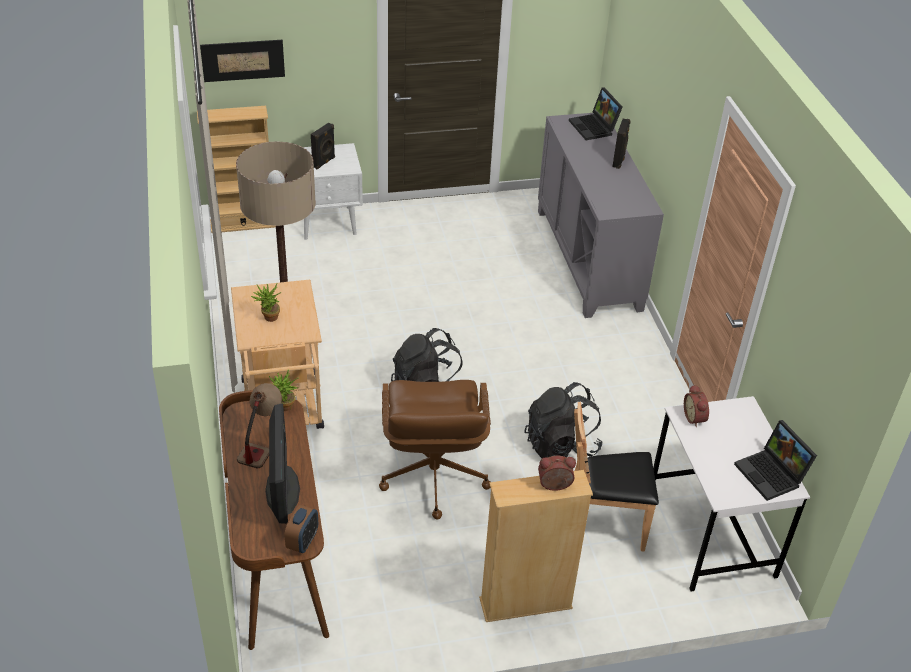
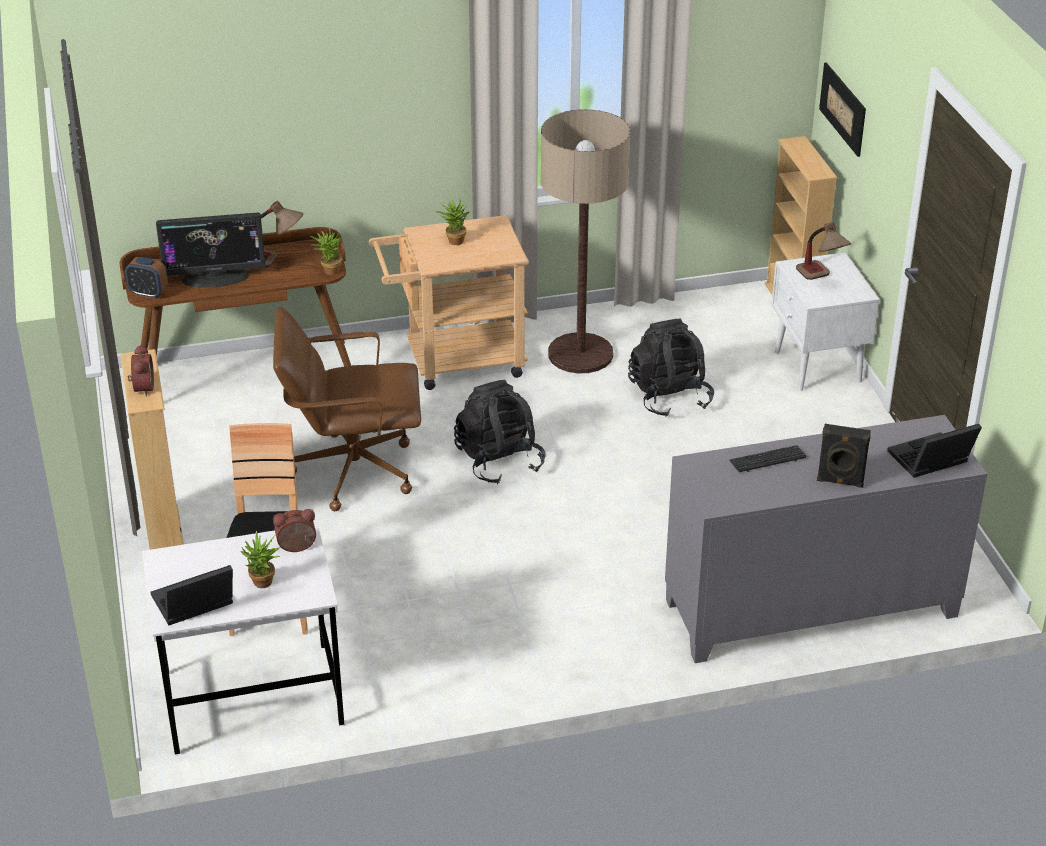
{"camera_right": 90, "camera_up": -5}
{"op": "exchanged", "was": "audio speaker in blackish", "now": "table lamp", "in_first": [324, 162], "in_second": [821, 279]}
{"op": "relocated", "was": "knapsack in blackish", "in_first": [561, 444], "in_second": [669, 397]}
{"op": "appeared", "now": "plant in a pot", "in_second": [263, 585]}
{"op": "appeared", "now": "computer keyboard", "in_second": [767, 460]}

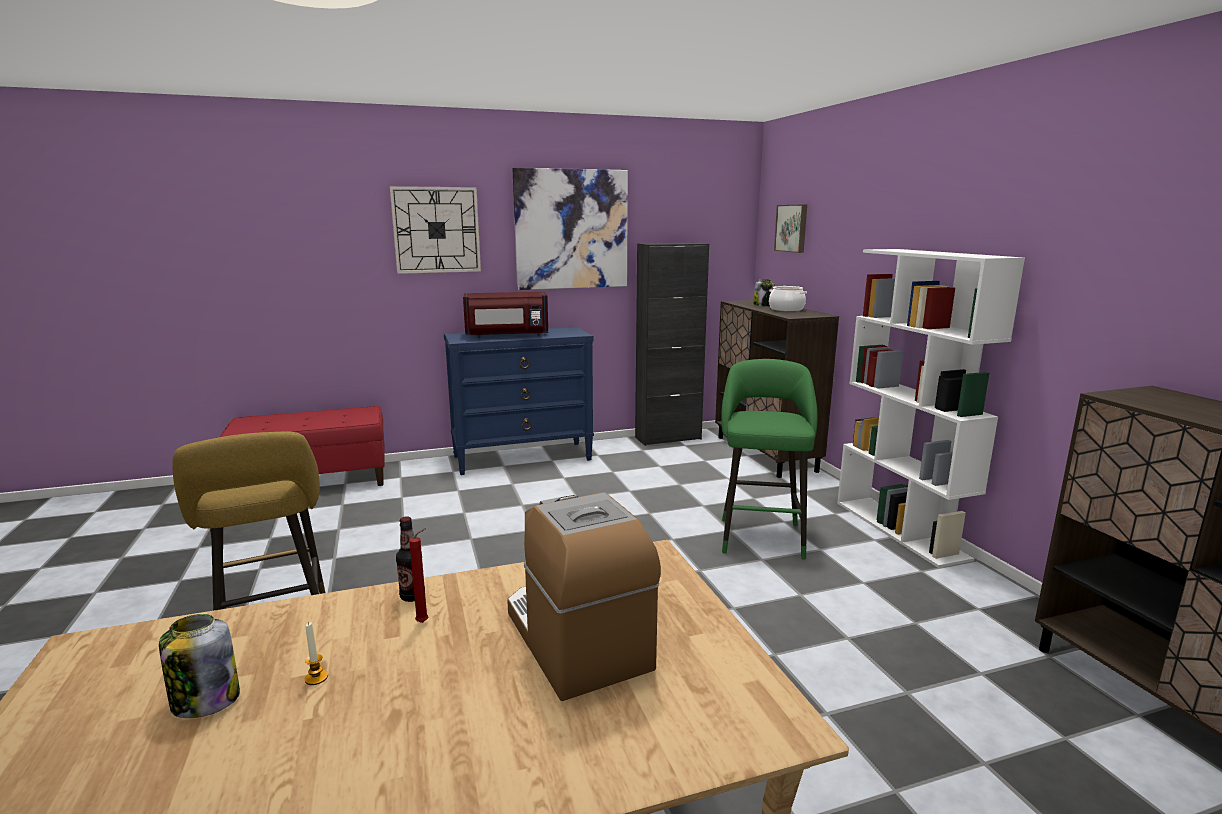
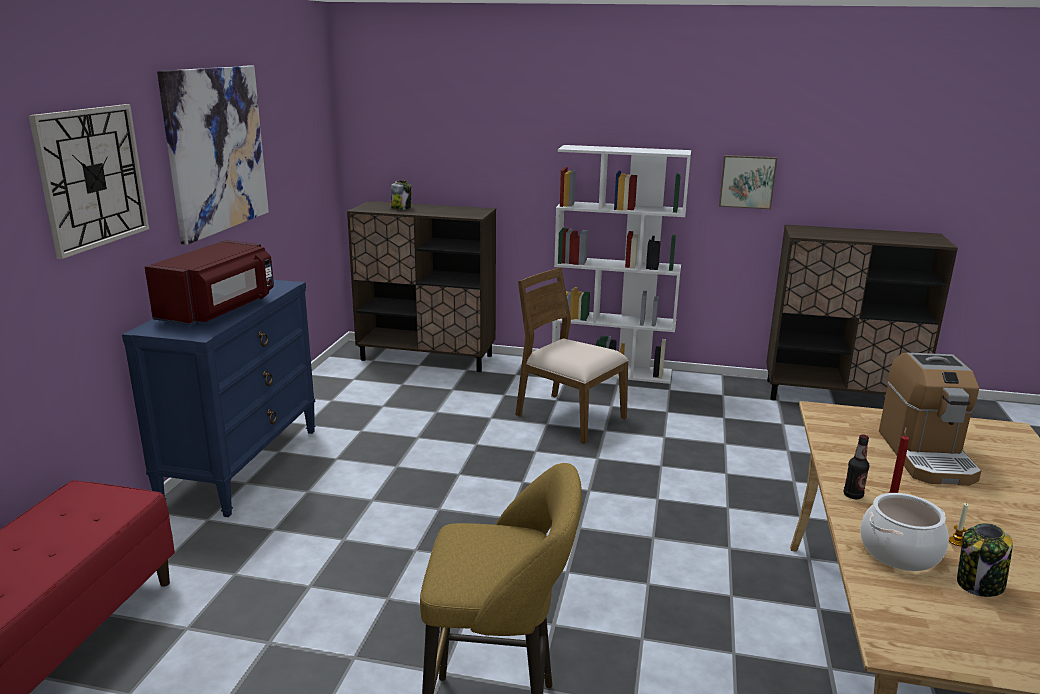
{"camera_right": -60, "camera_up": 5}
{"op": "spun", "was": "coffee maker", "in_first": [576, 639], "in_second": [926, 456], "clockwise": -90}
{"op": "missing", "was": "cabinet in blackish", "in_first": [668, 438]}
{"op": "exchanged", "was": "stool in green-coloured", "now": "plain chair in brown-coloured", "in_first": [761, 535], "in_second": [569, 416]}
{"op": "relocated", "was": "cooking pot", "in_first": [786, 309], "in_second": [899, 552]}
{"op": "relocated", "was": "wall picture", "in_first": [792, 228], "in_second": [747, 181]}

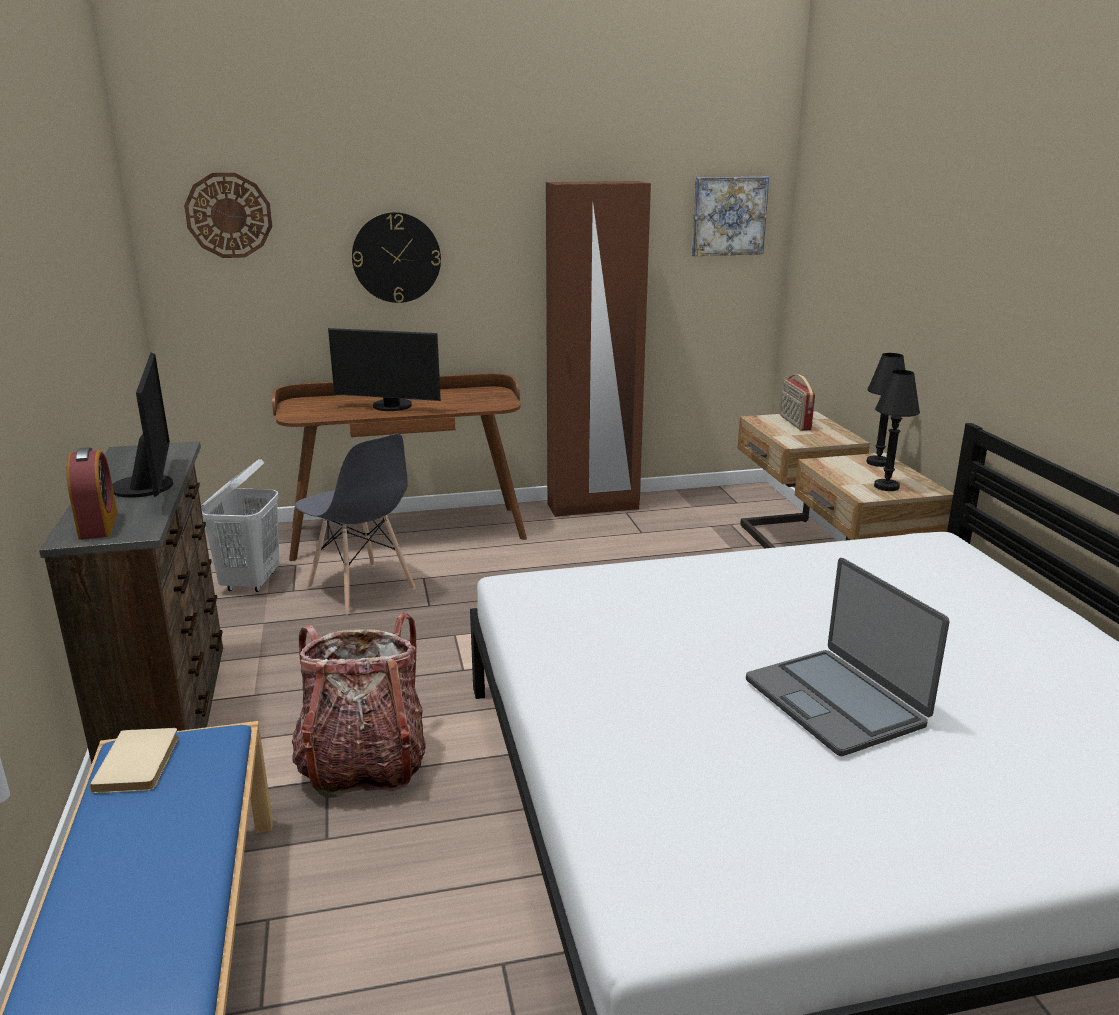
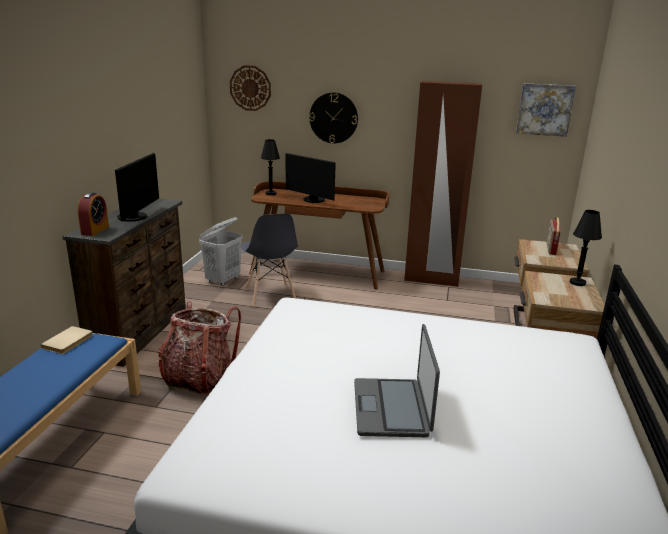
{"camera_right": 25, "camera_up": 0}
{"op": "relocated", "was": "table lamp in blackish", "in_first": [886, 486], "in_second": [270, 193]}

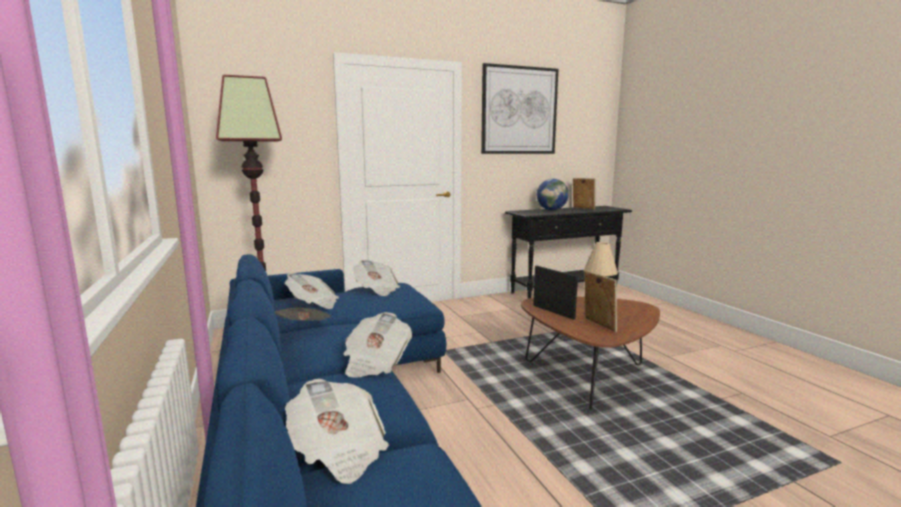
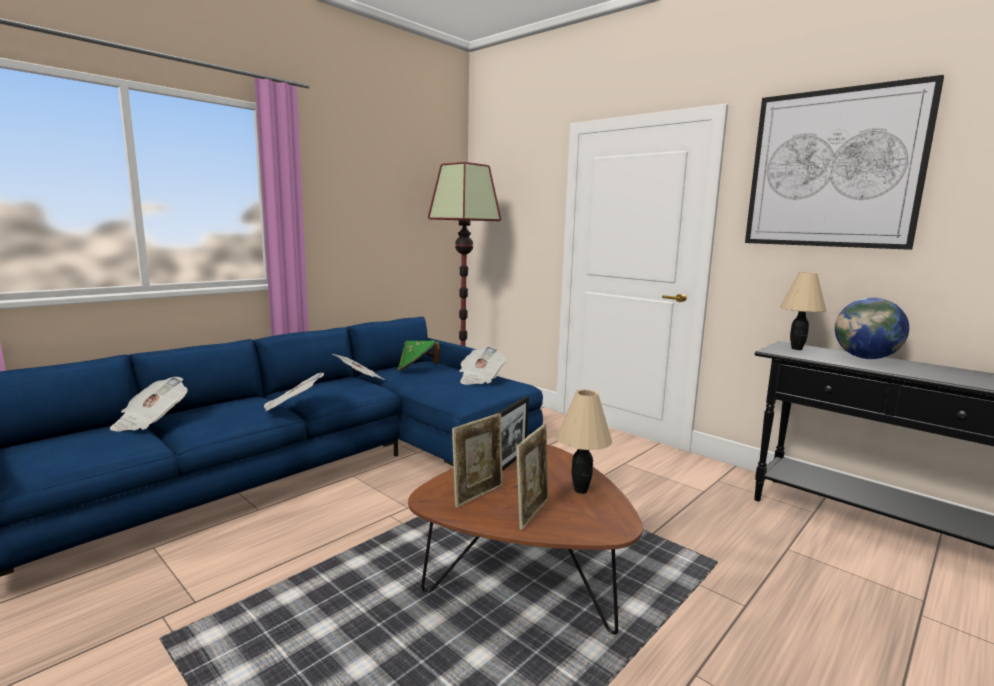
{"camera_right": 65, "camera_up": 0}
{"op": "exchanged", "was": "printed paper", "now": "wearable hat in green-coloured", "in_first": [313, 304], "in_second": [417, 369]}
{"op": "relocated", "was": "picture frame", "in_first": [582, 208], "in_second": [532, 512]}
{"op": "appeared", "now": "table lamp in beige", "in_second": [797, 349]}

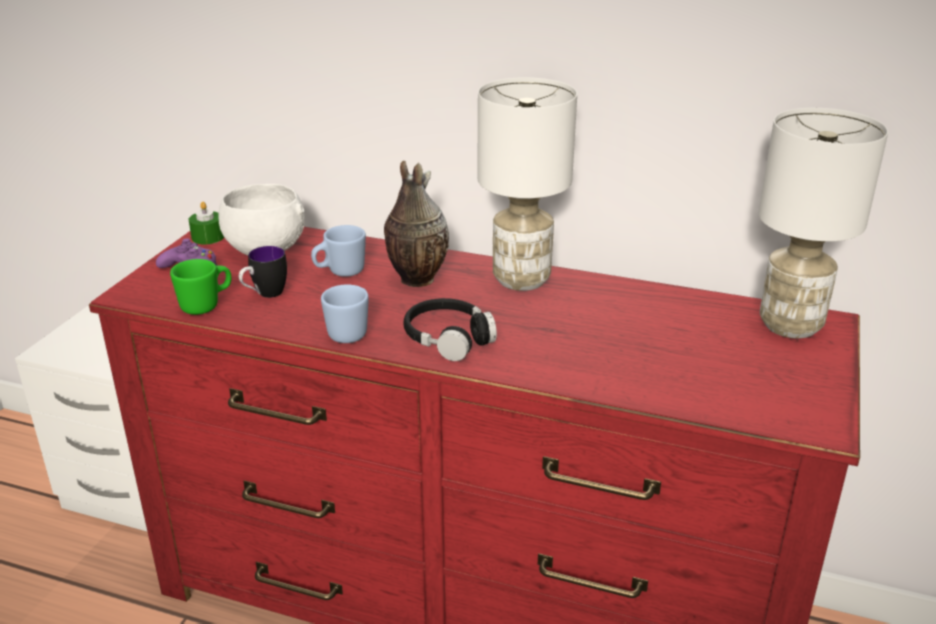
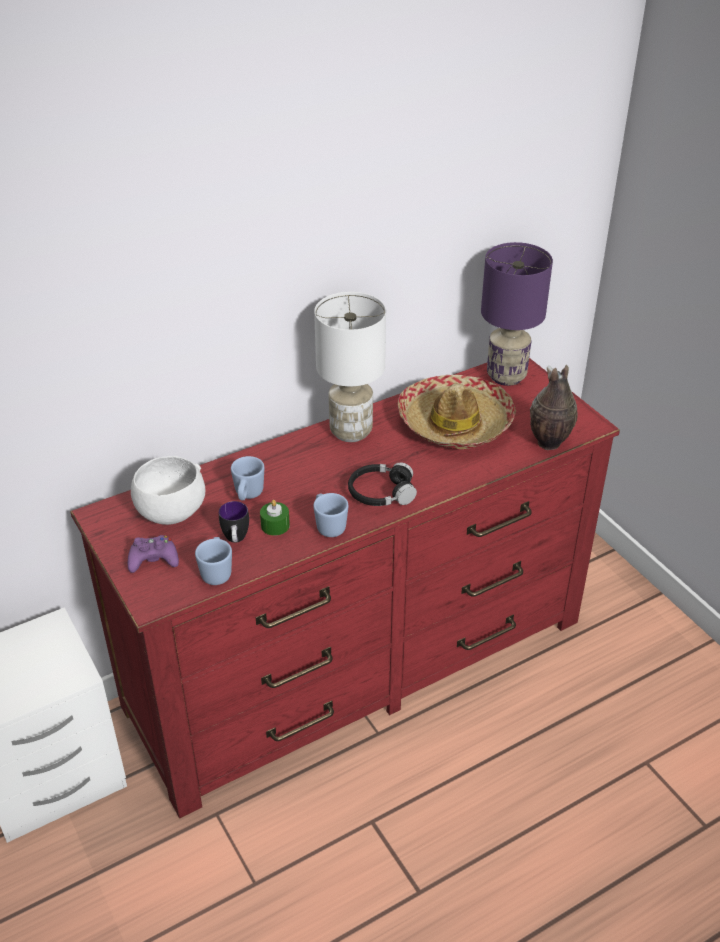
{"camera_right": -50, "camera_up": 10}
{"op": "colour", "was": "coffee mug in green-coloured", "now": "coffee mug in bluish", "in_first": [206, 305], "in_second": [217, 572]}
{"op": "relocated", "was": "wax candle in green-coloured", "in_first": [208, 237], "in_second": [275, 525]}
{"op": "relocated", "was": "decorative vase", "in_first": [415, 280], "in_second": [548, 443]}
{"op": "colour", "was": "table lamp in white", "now": "table lamp in purplish", "in_first": [791, 324], "in_second": [506, 376]}
{"op": "appeared", "now": "wearable hat", "in_second": [455, 423]}

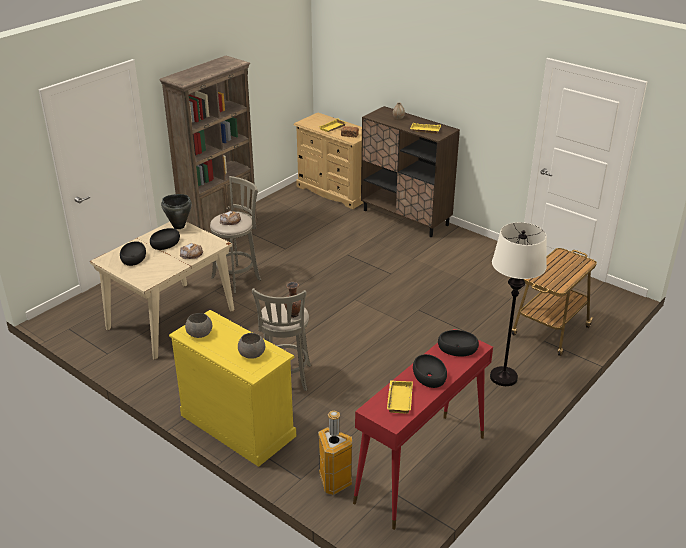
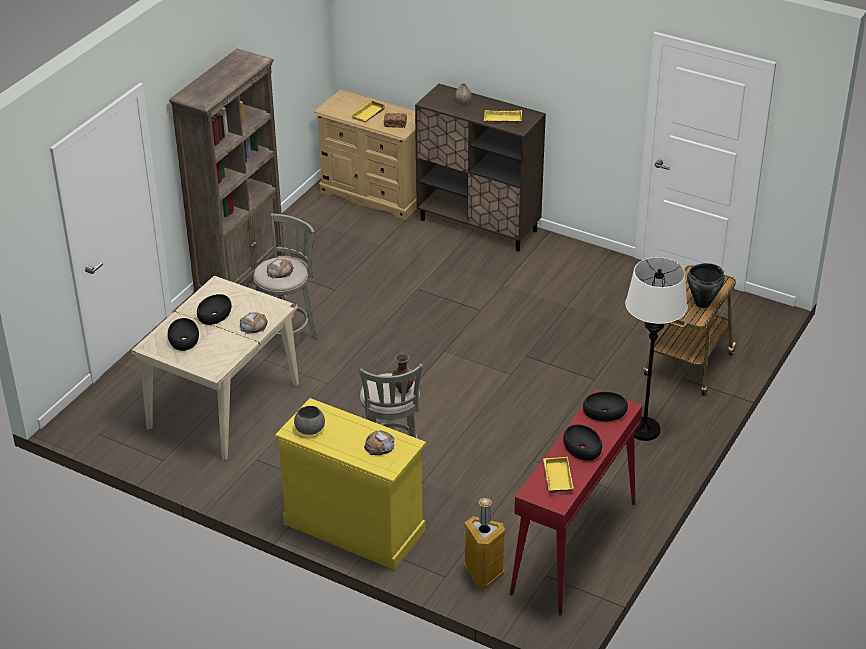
{"camera_right": -10, "camera_up": 5}
{"op": "relocated", "was": "cooking pot in blackish", "in_first": [178, 226], "in_second": [702, 303]}
{"op": "exchanged", "was": "serving bowl in grey", "now": "bakery bread", "in_first": [252, 354], "in_second": [379, 446]}

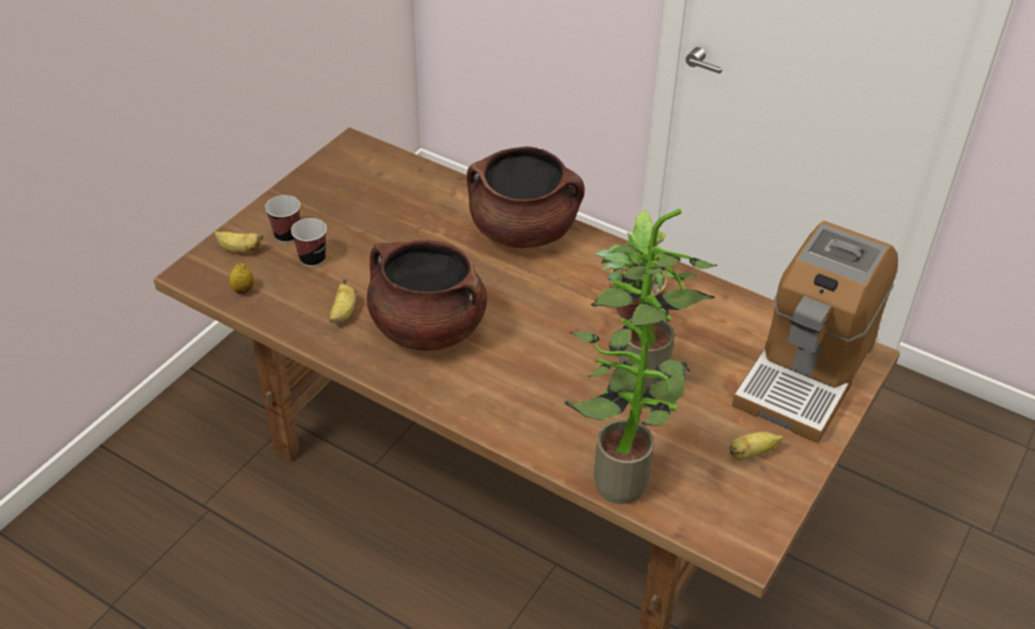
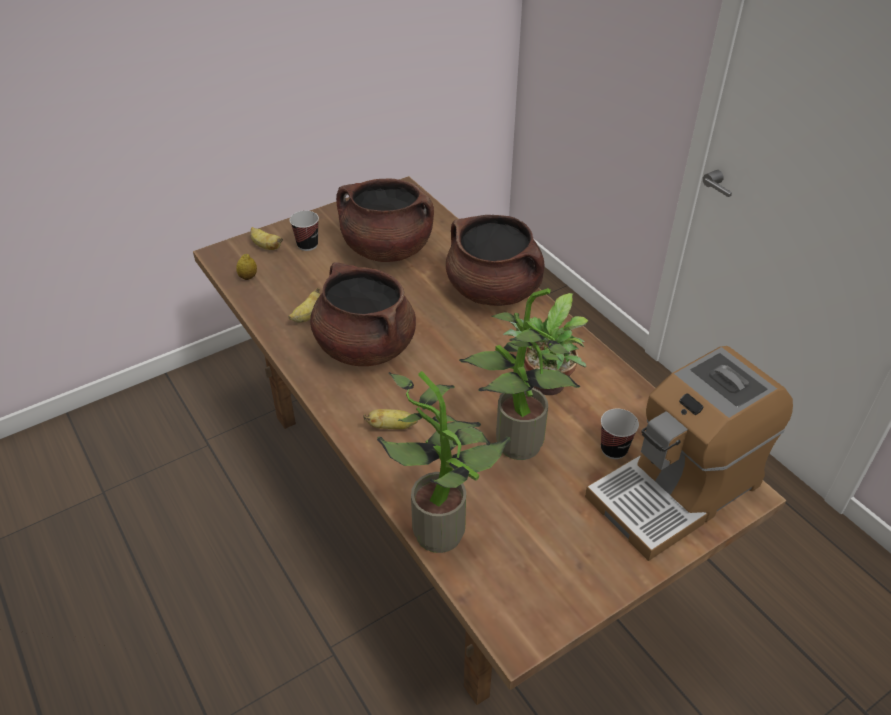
{"camera_right": 25, "camera_up": 0}
{"op": "relocated", "was": "drinking cup", "in_first": [312, 259], "in_second": [614, 449]}
{"op": "relocated", "was": "banana fruit", "in_first": [751, 453], "in_second": [392, 427]}
{"op": "appeared", "now": "cooking pot in brown-coloured", "in_second": [387, 249]}

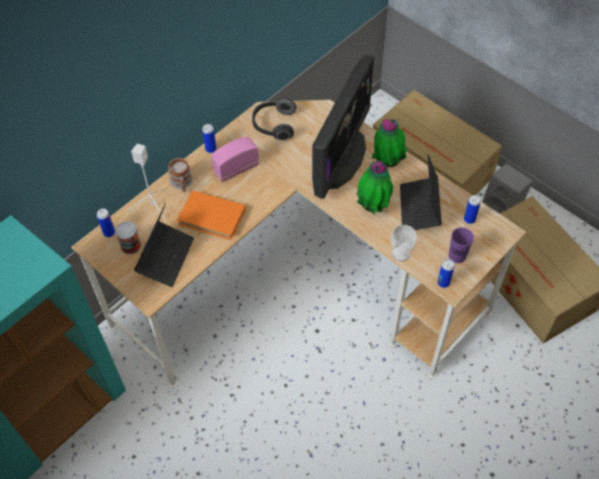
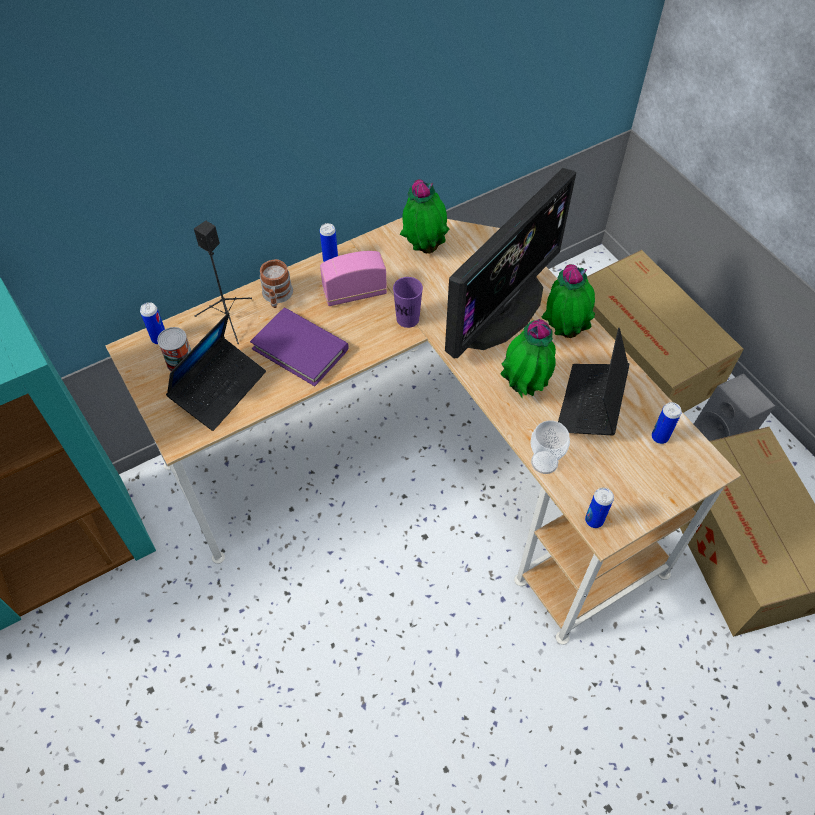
{"camera_right": 15, "camera_up": 0}
{"op": "colour", "was": "audio speaker in white", "now": "audio speaker in blackish", "in_first": [153, 207], "in_second": [228, 319]}
{"op": "colour", "was": "book in orange-coloured", "now": "book in purplish", "in_first": [212, 217], "in_second": [300, 349]}
{"op": "exchanged", "was": "pair of headphones", "now": "plant in a pot", "in_first": [274, 125], "in_second": [424, 247]}
{"op": "relocated", "was": "drinking cup in purplish", "in_first": [457, 256], "in_second": [407, 319]}

